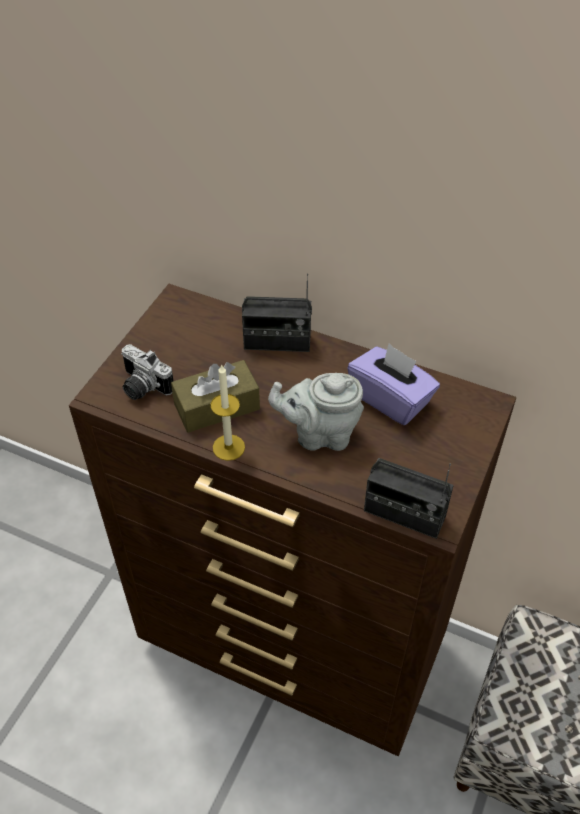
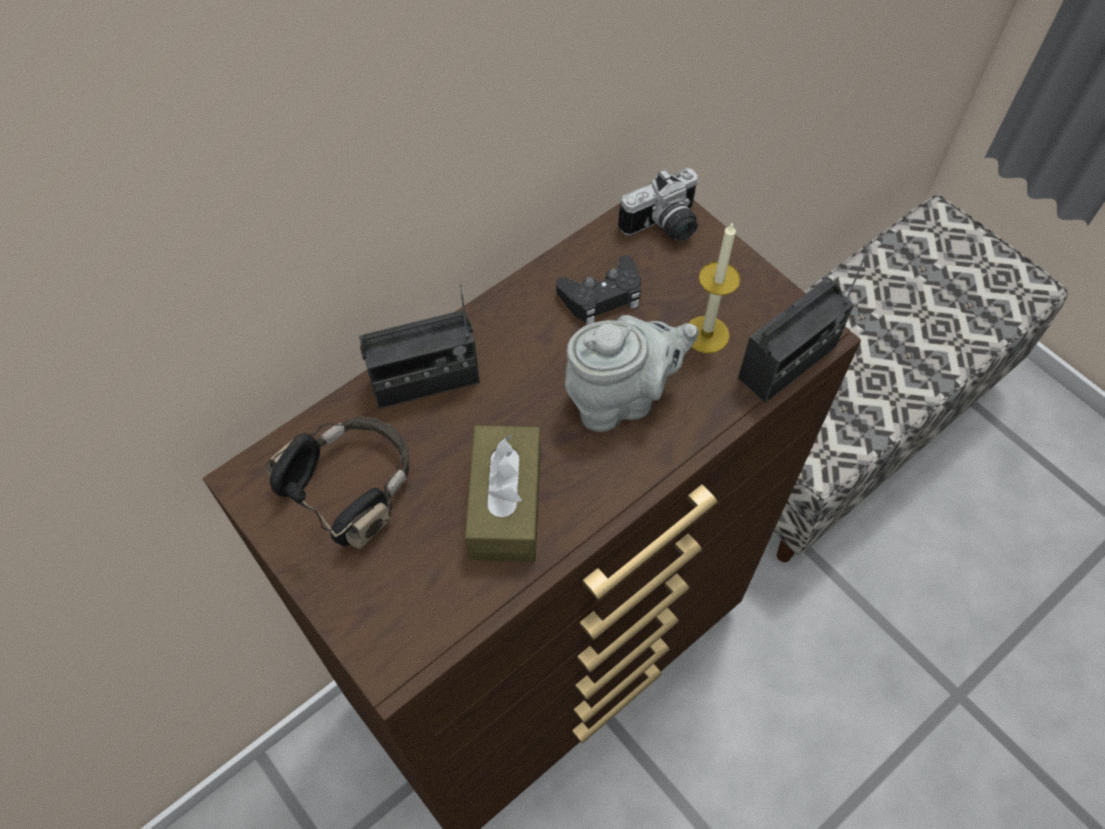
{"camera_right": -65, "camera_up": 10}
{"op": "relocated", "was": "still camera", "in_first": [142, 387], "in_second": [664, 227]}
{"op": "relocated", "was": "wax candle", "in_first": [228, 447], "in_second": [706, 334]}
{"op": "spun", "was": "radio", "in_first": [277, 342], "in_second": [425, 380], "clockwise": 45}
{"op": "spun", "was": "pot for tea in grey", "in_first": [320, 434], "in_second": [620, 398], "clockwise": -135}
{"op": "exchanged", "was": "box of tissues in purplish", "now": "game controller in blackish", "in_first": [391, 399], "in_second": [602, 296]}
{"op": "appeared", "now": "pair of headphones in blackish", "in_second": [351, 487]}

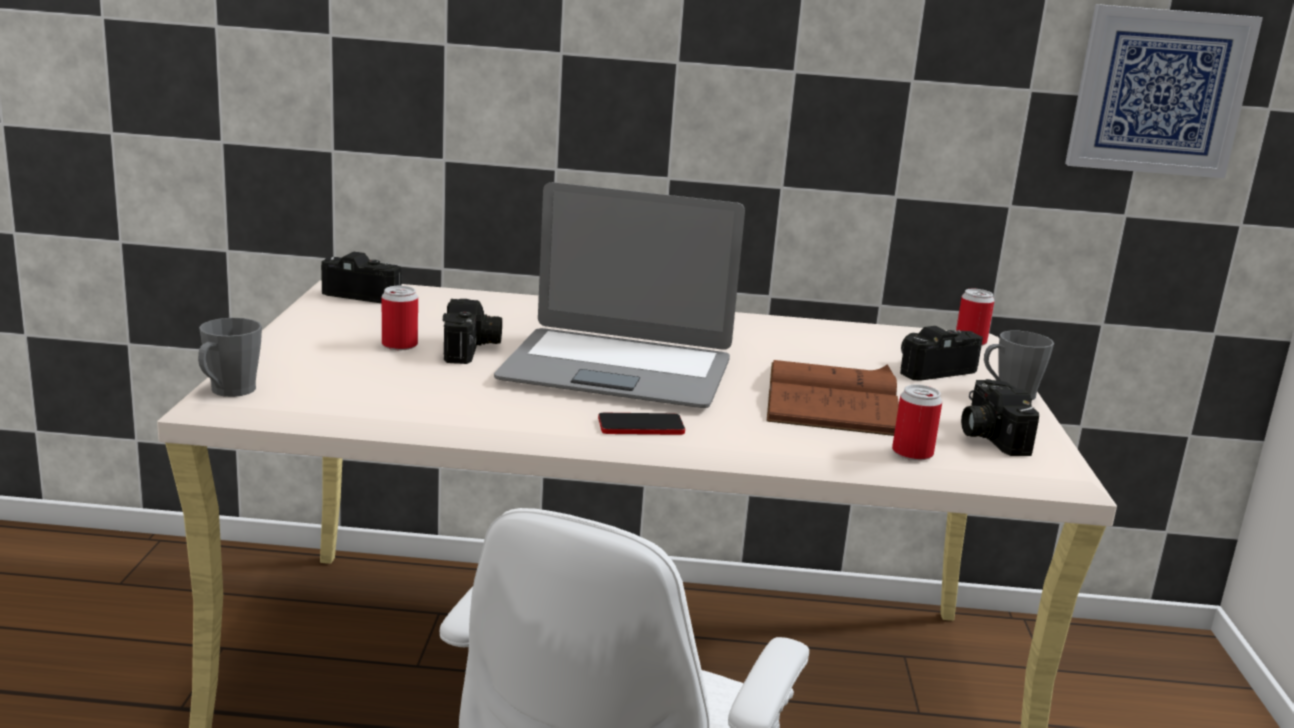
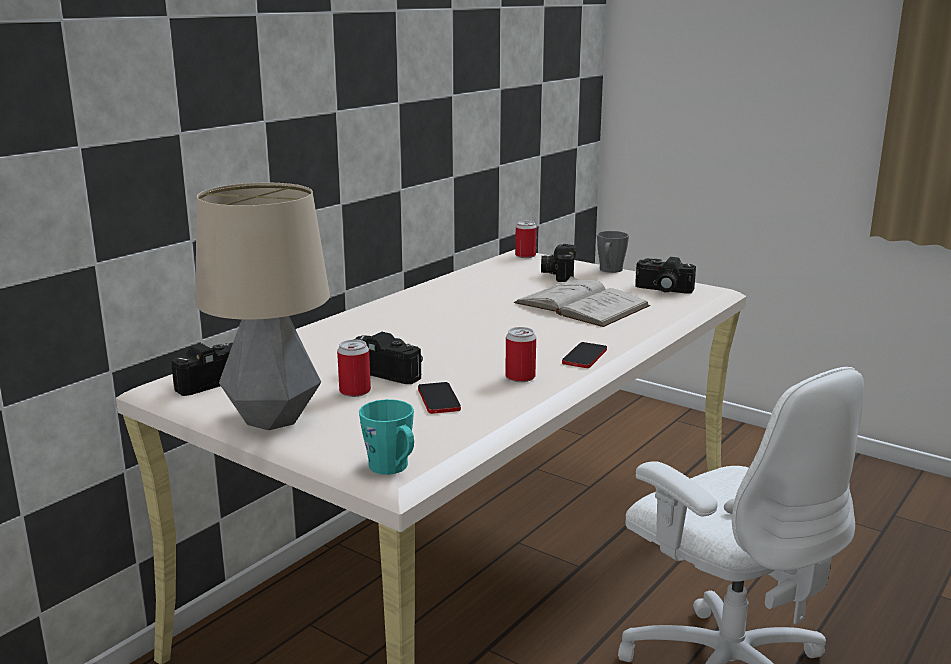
{"camera_right": -55, "camera_up": 0}
{"op": "colour", "was": "coffee mug in grey", "now": "coffee mug in turquoise-coloured", "in_first": [228, 391], "in_second": [392, 468]}
{"op": "missing", "was": "portable computer", "in_first": [617, 371]}
{"op": "colour", "was": "book in brown-coloured", "now": "book in white", "in_first": [832, 398], "in_second": [581, 304]}
{"op": "relocated", "was": "can", "in_first": [912, 453], "in_second": [520, 377]}
{"op": "missing", "was": "wall picture", "in_first": [1159, 91]}
{"op": "appeared", "now": "table lamp", "in_second": [272, 419]}
{"op": "appeared", "now": "handset", "in_second": [438, 399]}

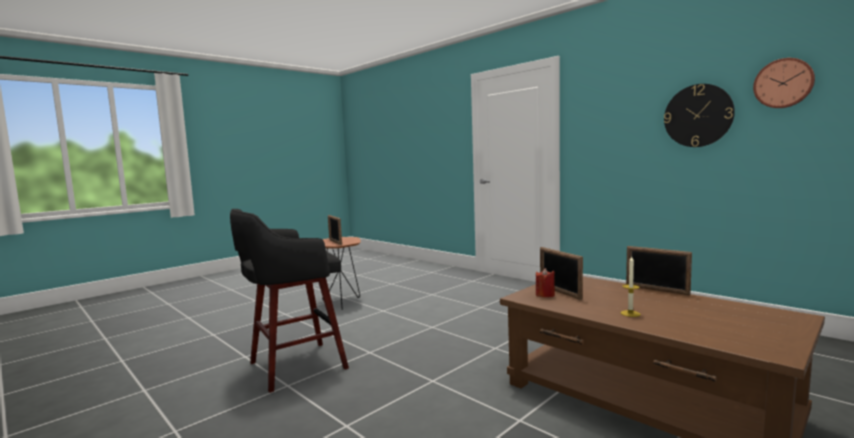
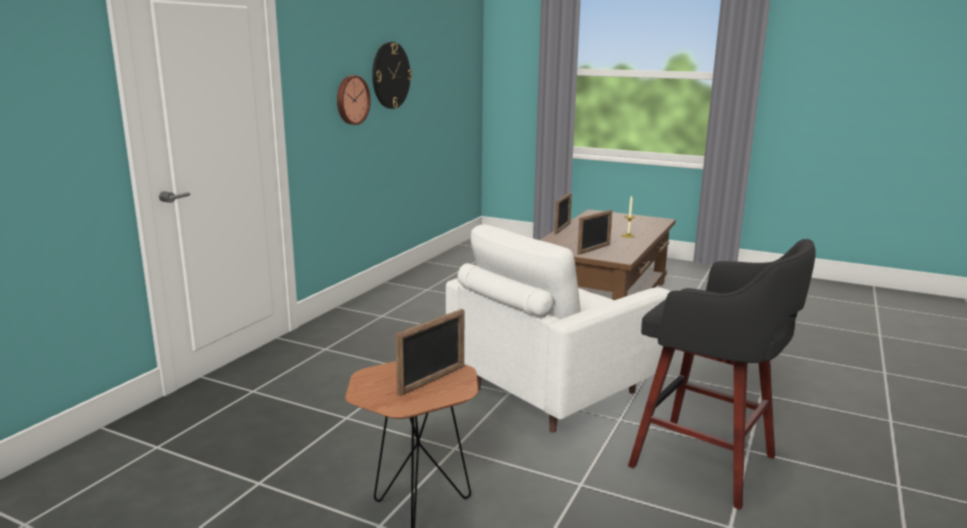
{"camera_right": -110, "camera_up": 10}
{"op": "missing", "was": "wax candle in red-coloured", "in_first": [545, 295]}
{"op": "relocated", "was": "wall clock", "in_first": [783, 83], "in_second": [351, 100]}
{"op": "appeared", "now": "easy chair in white", "in_second": [550, 391]}

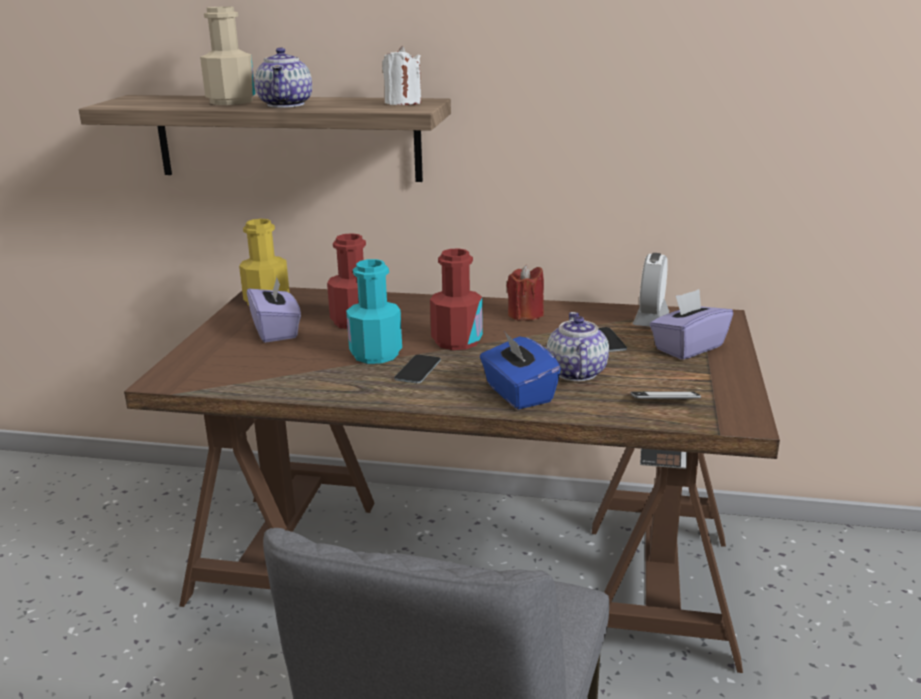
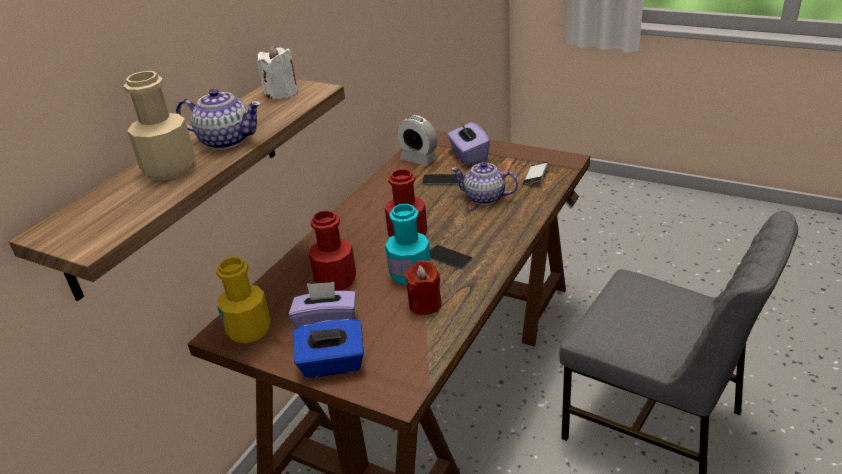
{"camera_right": -70, "camera_up": 10}
{"op": "relocated", "was": "box of tissues in bluish", "in_first": [518, 393], "in_second": [332, 364]}
{"op": "relocated", "was": "wax candle in red-coloured", "in_first": [525, 315], "in_second": [425, 304]}

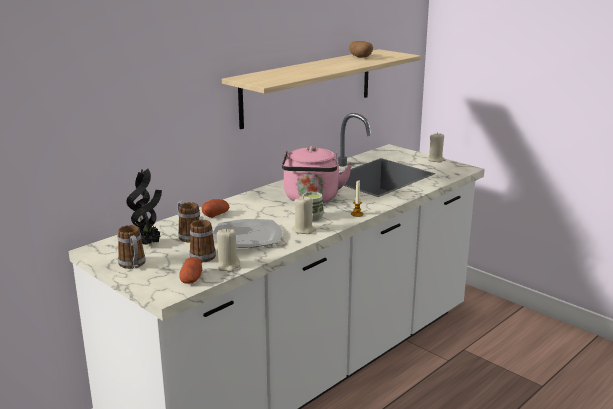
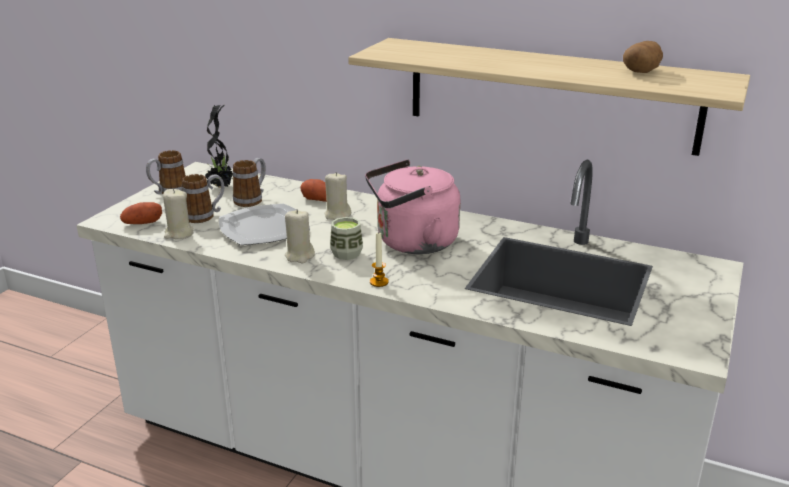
{"camera_right": 70, "camera_up": 5}
{"op": "relocated", "was": "wax candle in beige", "in_first": [435, 160], "in_second": [337, 215]}

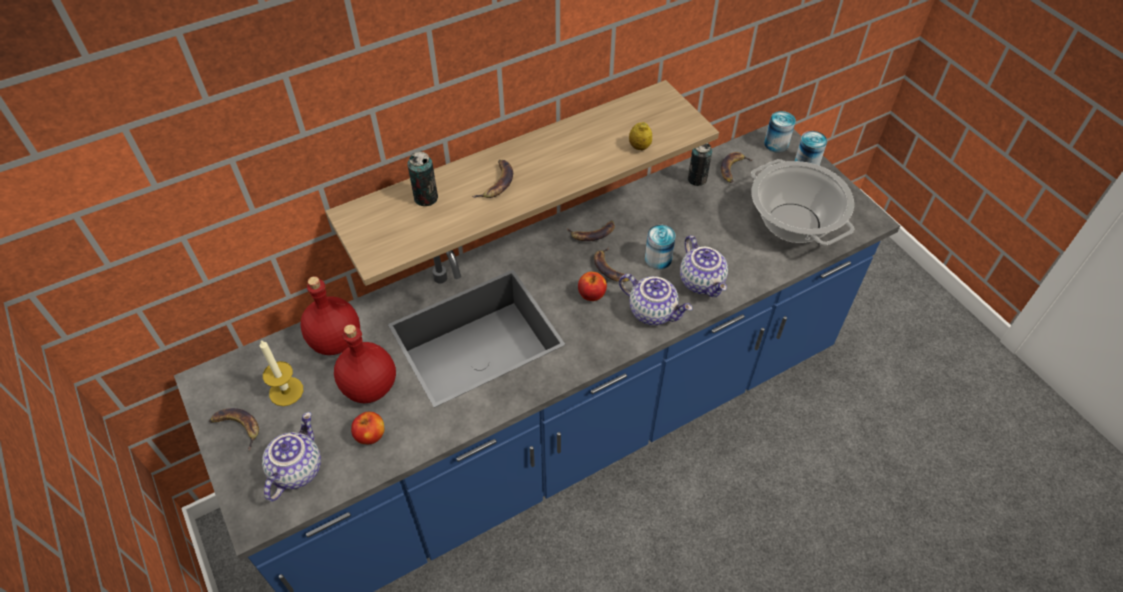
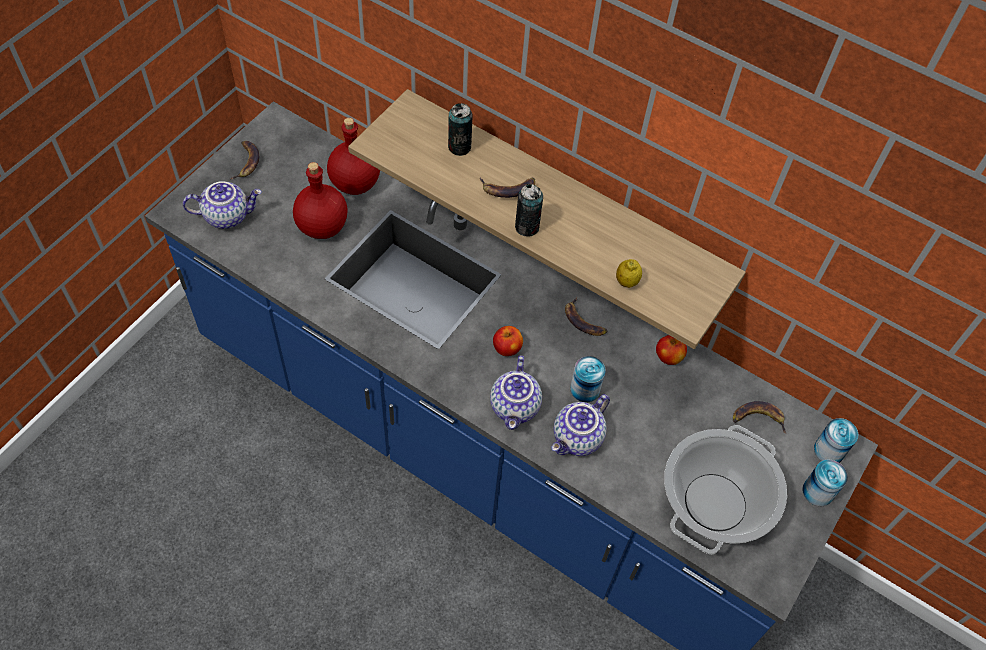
{"camera_right": 60, "camera_up": 5}
{"op": "missing", "was": "wax candle", "in_first": [286, 391]}
{"op": "relocated", "was": "apple", "in_first": [370, 435], "in_second": [668, 357]}
{"op": "missing", "was": "banana fruit", "in_first": [610, 268]}
{"op": "relocated", "was": "can", "in_first": [697, 179], "in_second": [527, 227]}

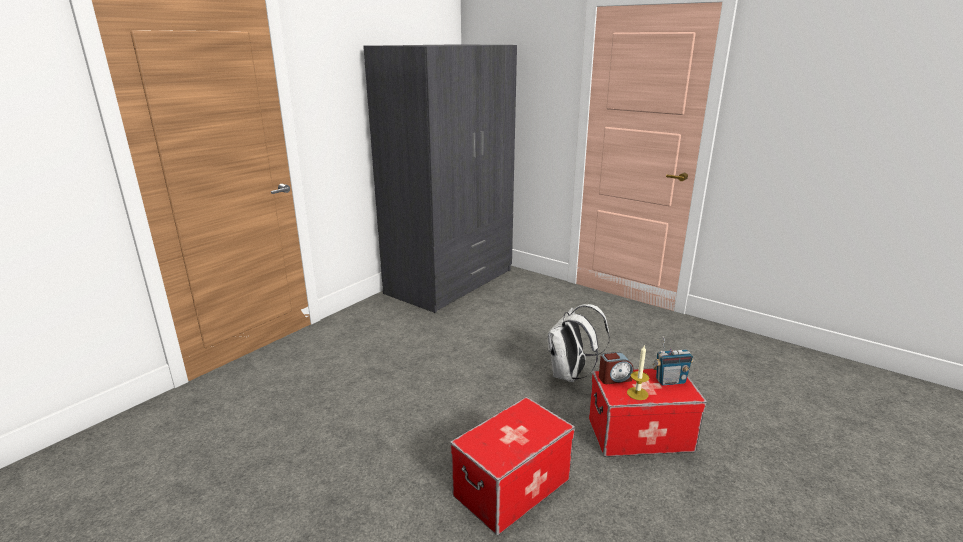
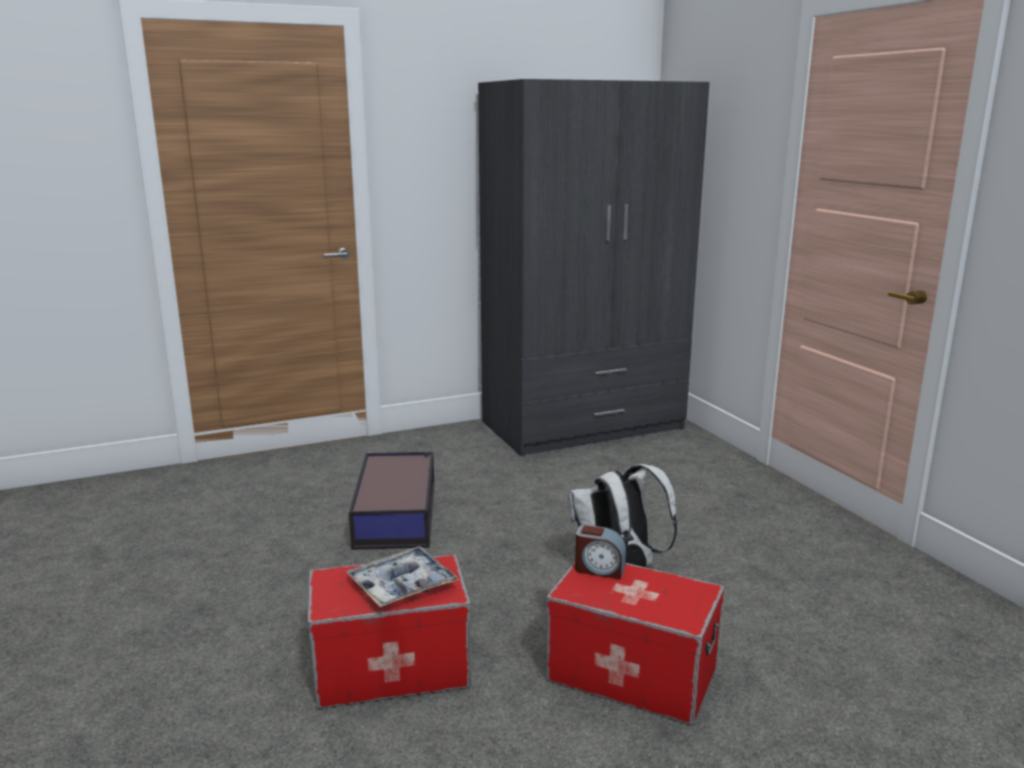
{"camera_right": 30, "camera_up": -5}
{"op": "missing", "was": "wax candle", "in_first": [637, 393]}
{"op": "missing", "was": "radio", "in_first": [670, 381]}
{"op": "appeared", "now": "serving tray", "in_second": [402, 586]}
{"op": "appeared", "now": "storage box", "in_second": [397, 513]}

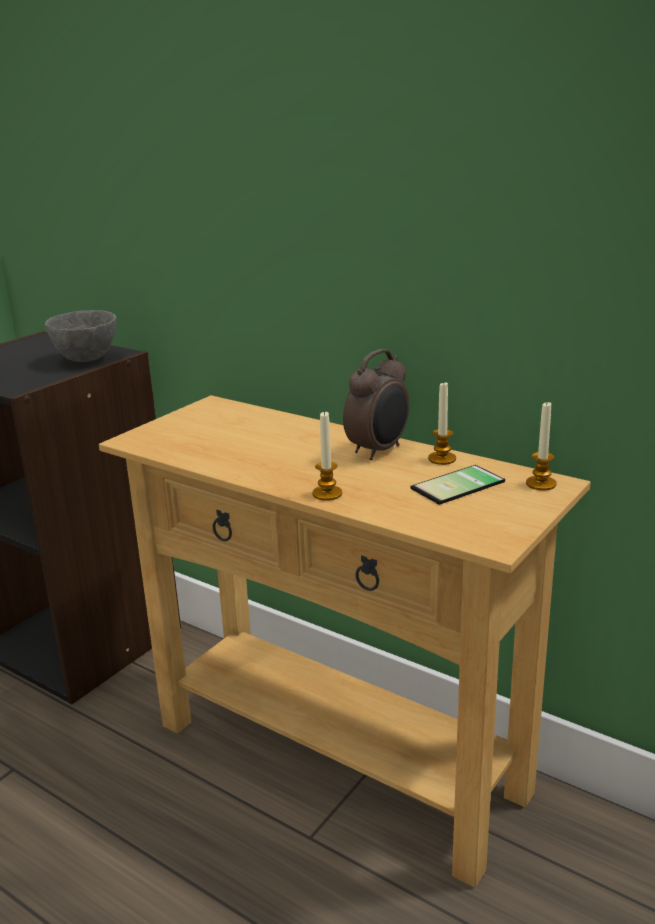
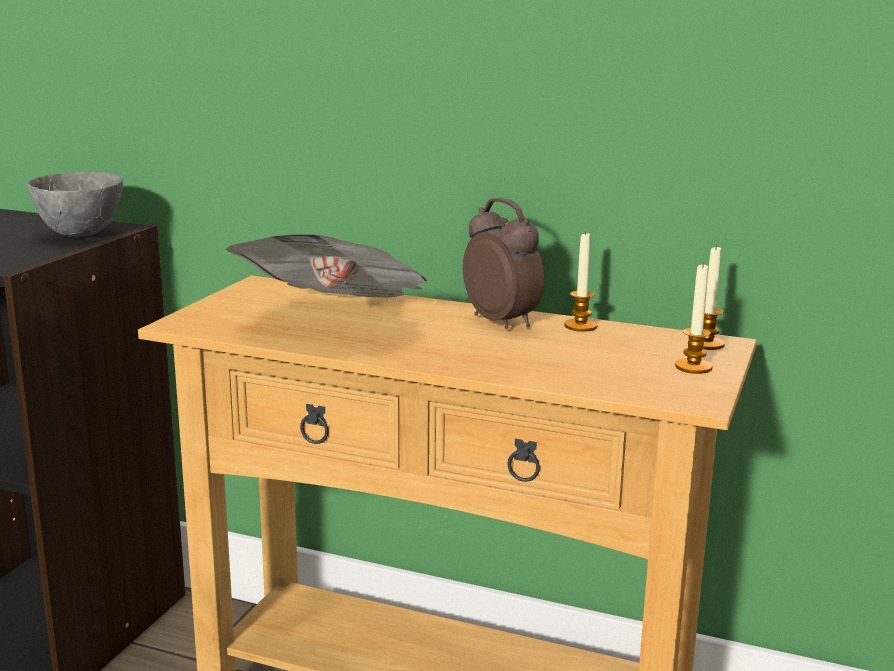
{"camera_right": -15, "camera_up": -5}
{"op": "relocated", "was": "wax candle", "in_first": [327, 494], "in_second": [693, 367]}
{"op": "spun", "was": "table clock", "in_first": [379, 451], "in_second": [502, 322], "clockwise": -60}
{"op": "missing", "was": "handset", "in_first": [461, 487]}
{"op": "appeared", "now": "printed paper", "in_second": [336, 322]}

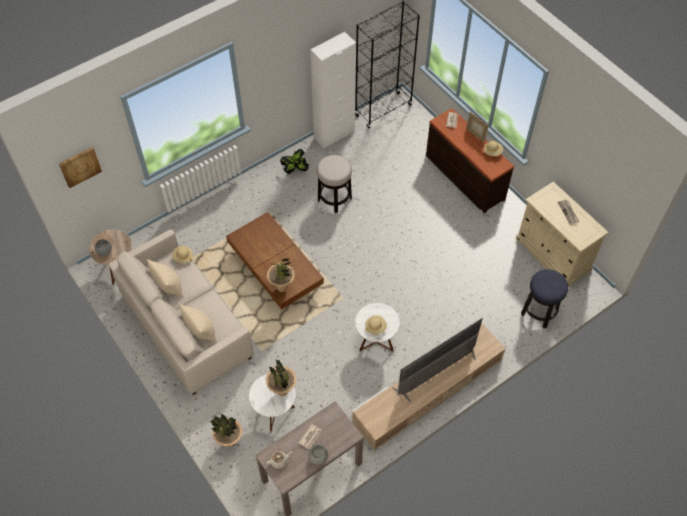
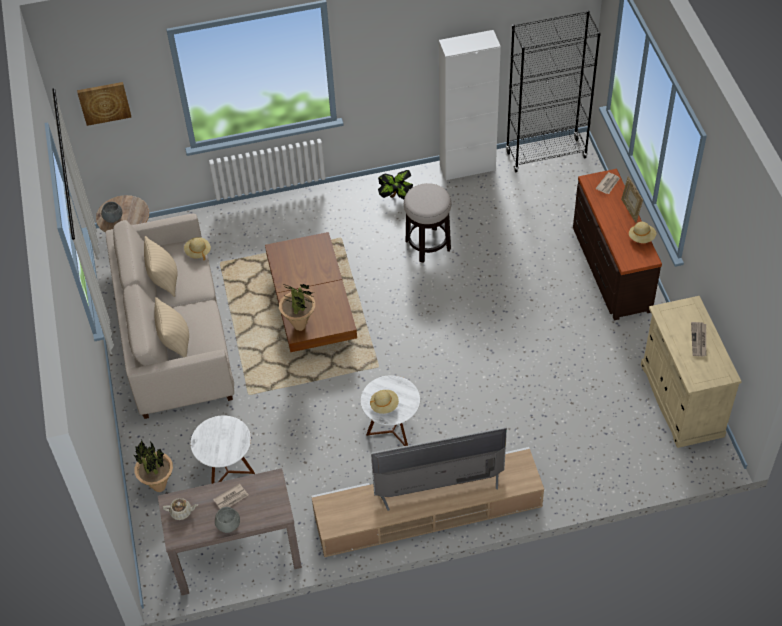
{"camera_right": 25, "camera_up": -5}
{"op": "missing", "was": "plant in a pot", "in_first": [282, 392]}
{"op": "missing", "was": "stool", "in_first": [539, 312]}

